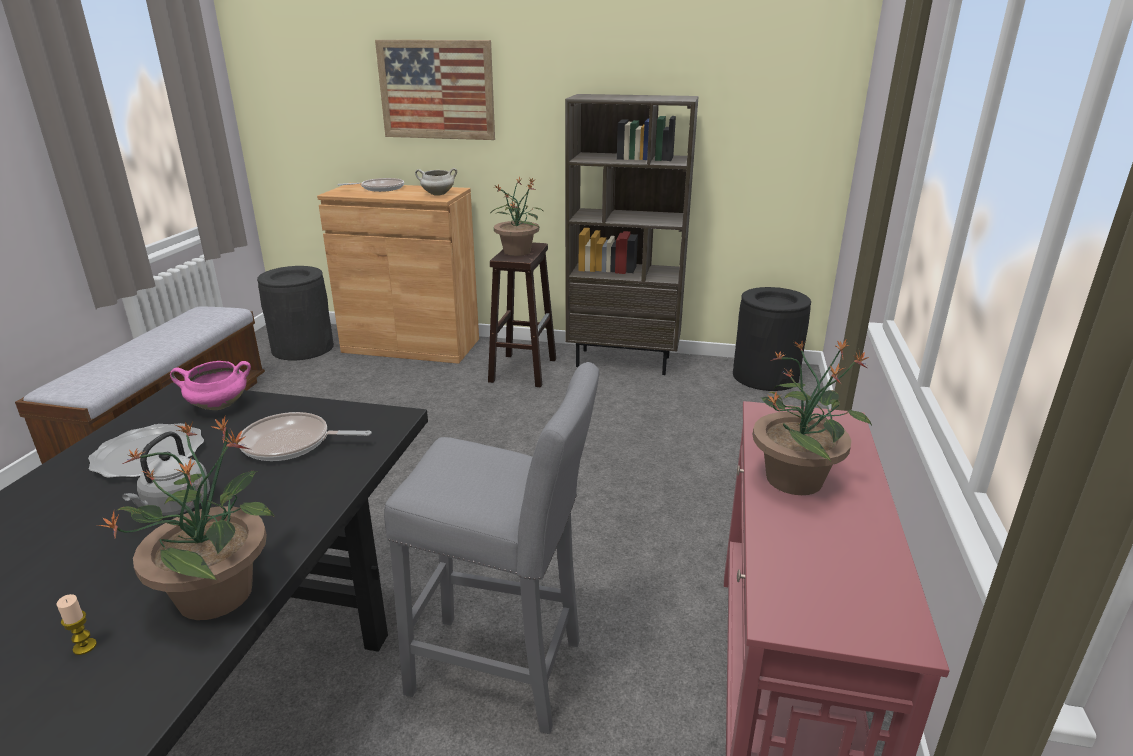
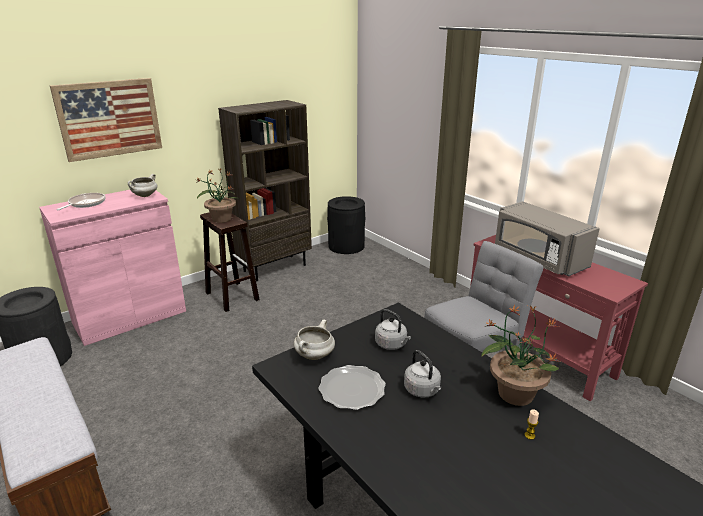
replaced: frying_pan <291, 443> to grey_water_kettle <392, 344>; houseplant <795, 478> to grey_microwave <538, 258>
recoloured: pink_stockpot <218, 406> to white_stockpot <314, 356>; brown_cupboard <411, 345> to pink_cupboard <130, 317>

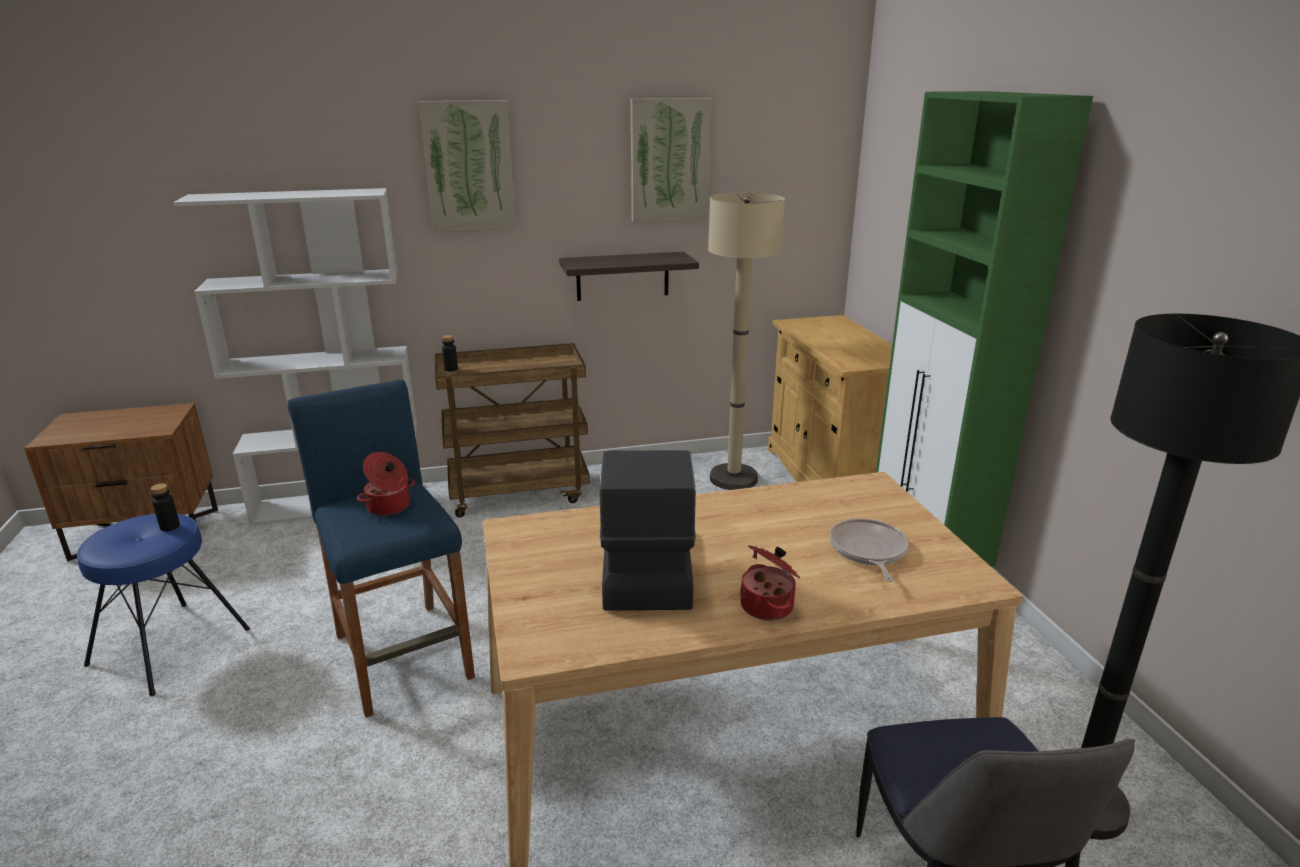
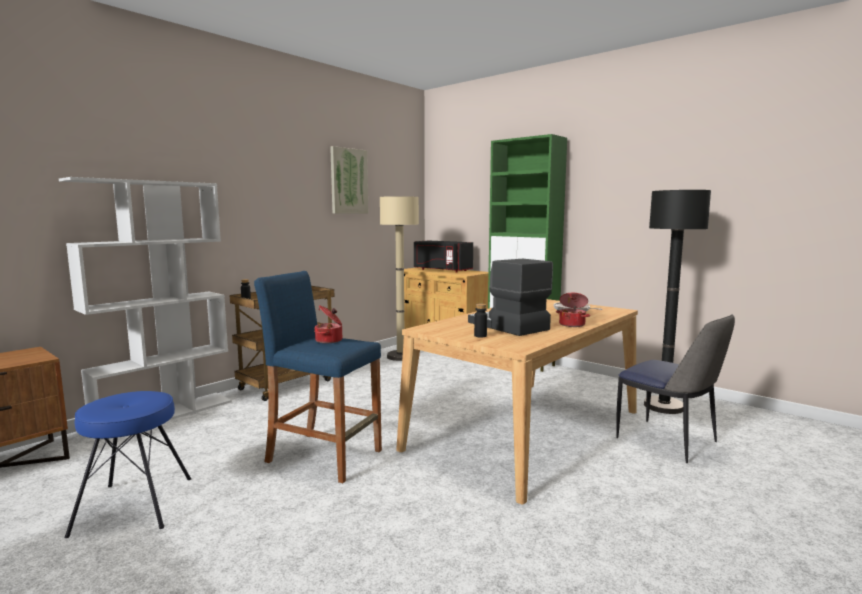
removed: wall_art <469, 166>; wall_shelf <622, 276>
added: black-coloured_microwave <441, 270>
moved: black-coloured_beverage_bottle <170, 526> to <480, 336>

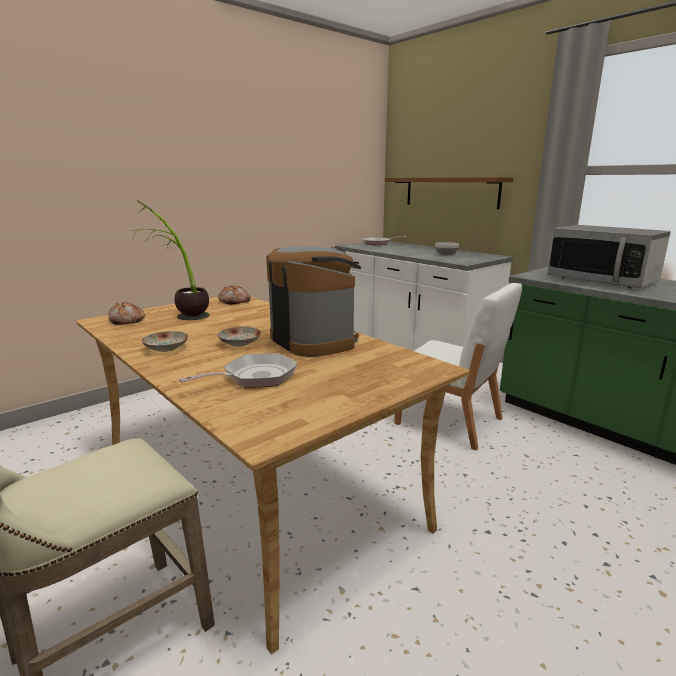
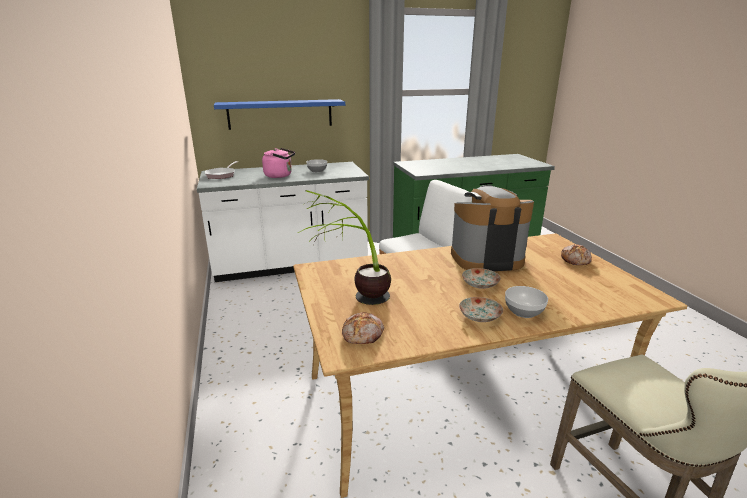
removed: frying_pan <255, 377>; microwave <601, 280>
added: pink_water_kettle <280, 175>; bowl <523, 311>
moved: bread <234, 301> to <575, 260>
recoloured: brown_wall_shelf <451, 192> to blue-coloured_wall_shelf <280, 114>

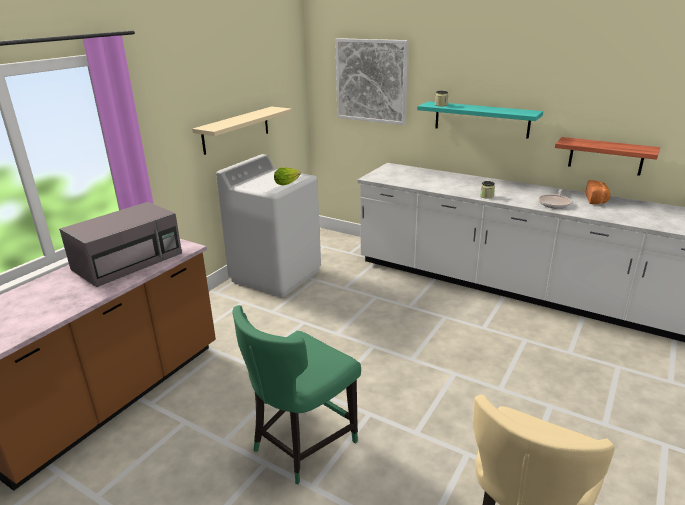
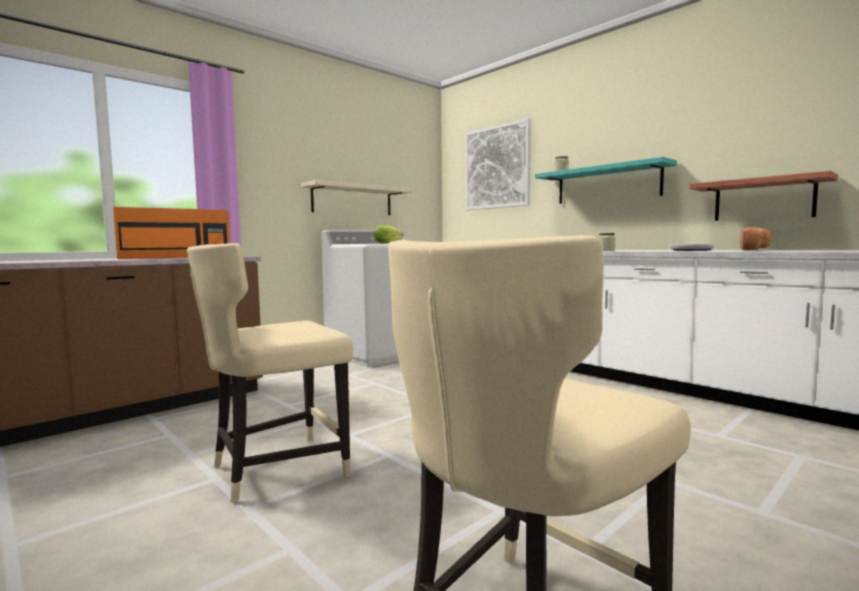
recoloured: grey_microwave <129, 260> to orangey_microwave <176, 257>; greenish_plain_chair <301, 444> to beige_plain_chair <276, 469>

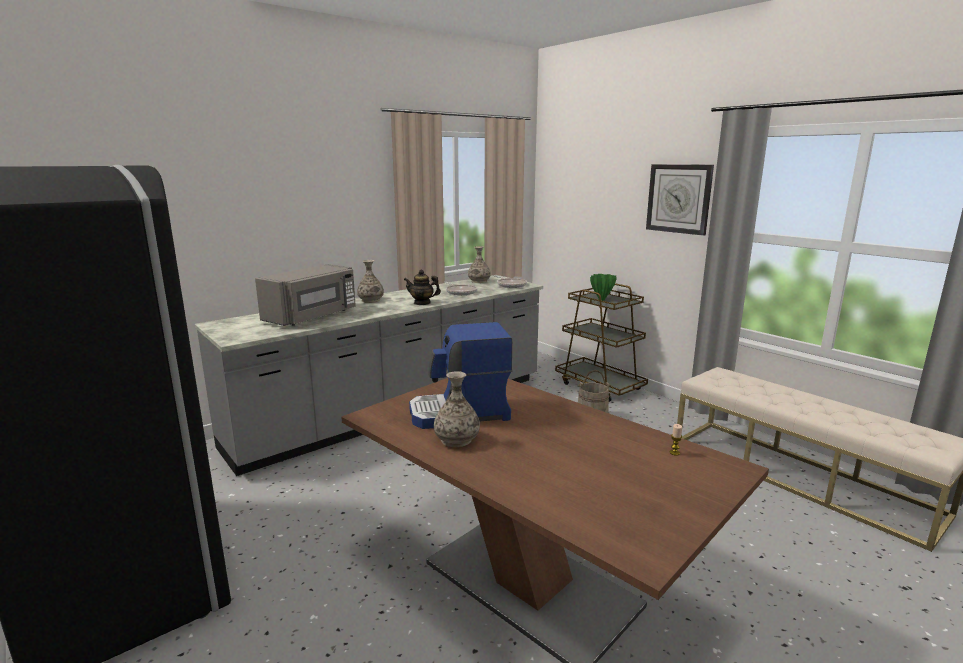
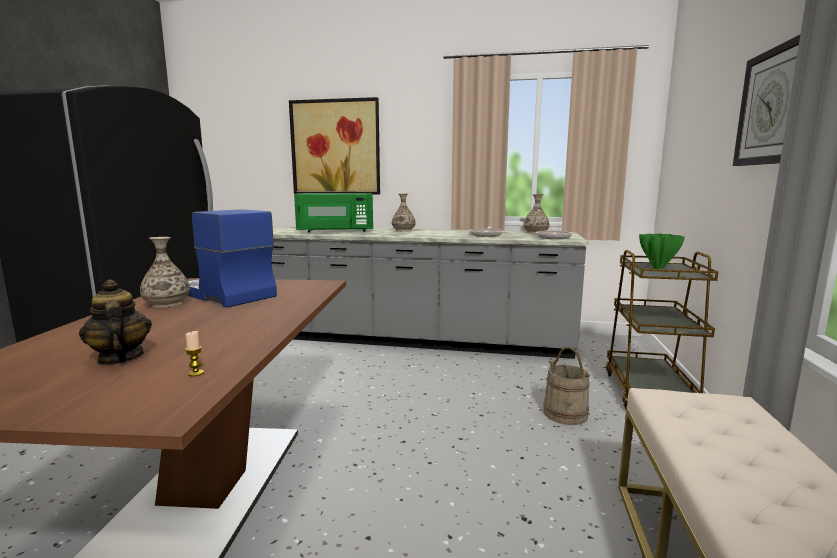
added: wall_art <335, 147>
moved: teapot <422, 303> to <120, 358>
recoloured: grey_microwave <312, 316> to greenish_microwave <335, 231>

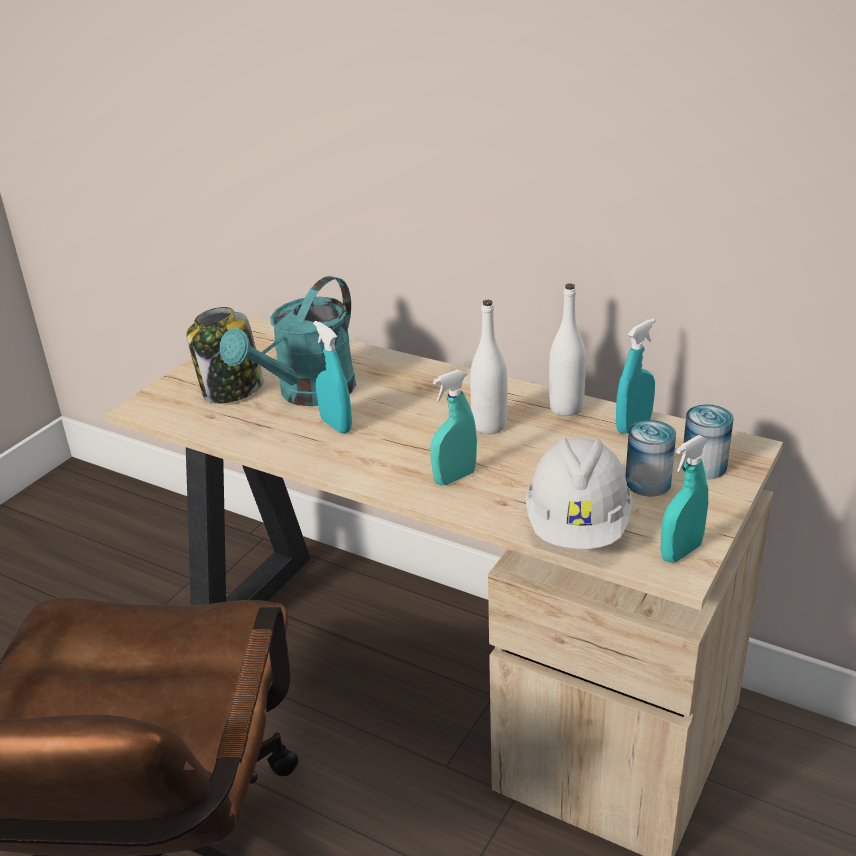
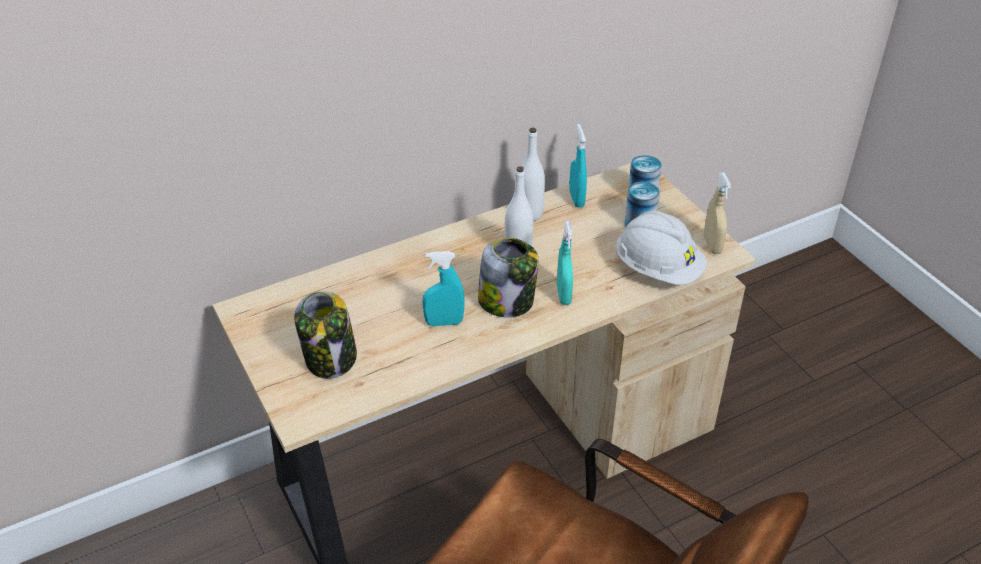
removed: turquoise_watering_pot <307, 394>
added: preserve_jar <507, 301>
recoloured: turquoise_spray_bottle <681, 552> to beige_spray_bottle <712, 245>

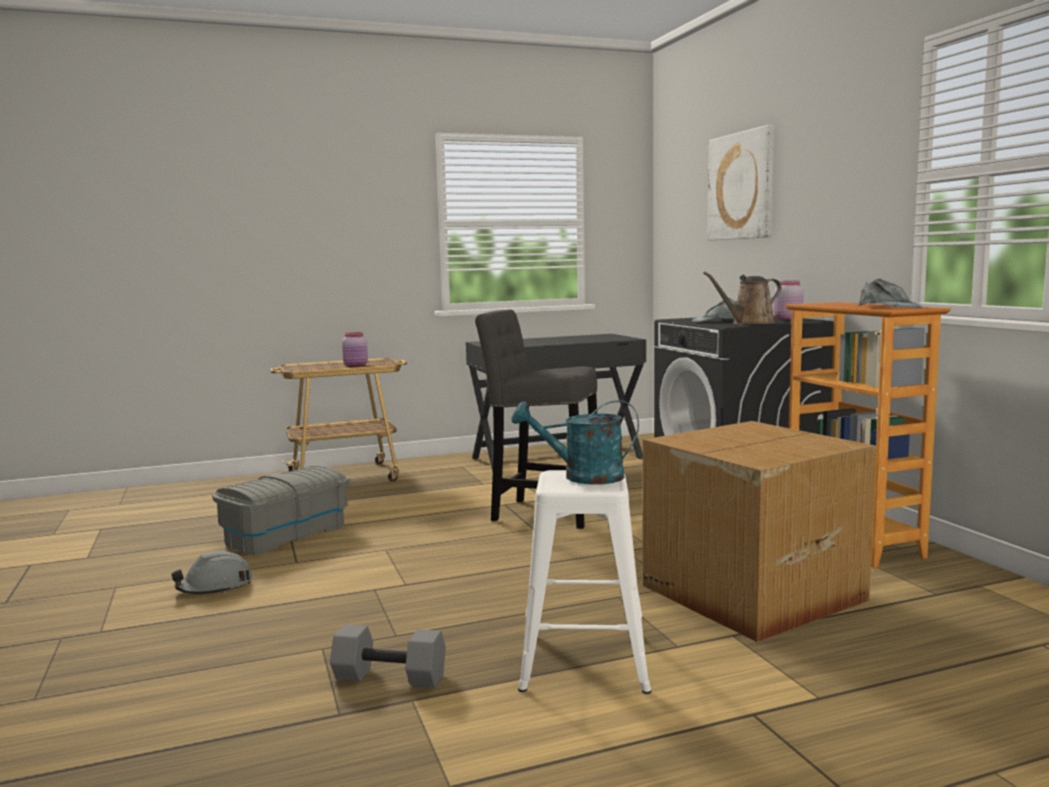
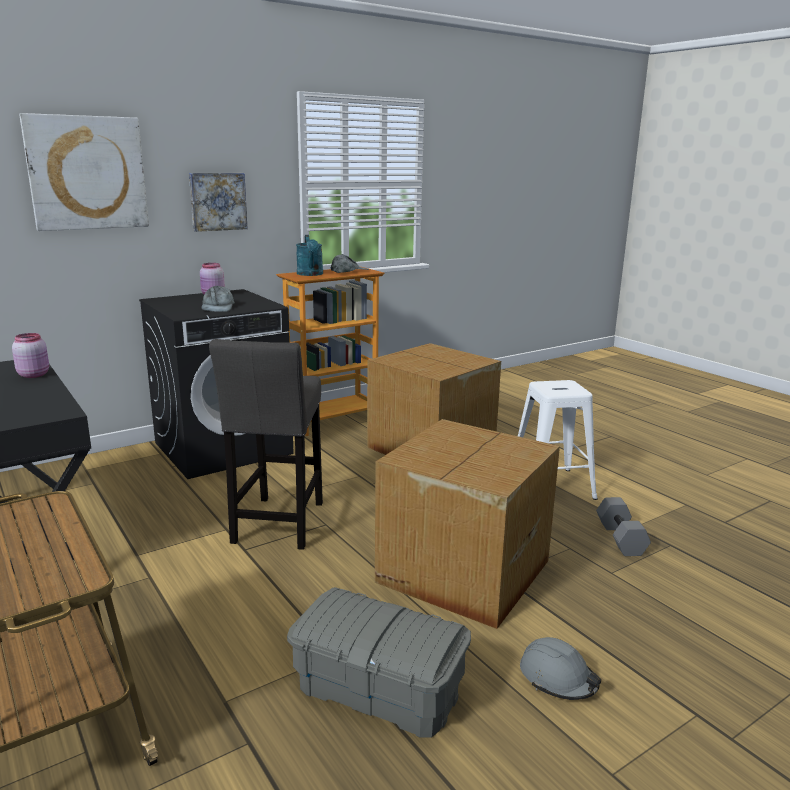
removed: brown_watering_pot <749, 323>
added: wall_art <217, 201>; cardboard_box <461, 572>
moved: pink_preserve_jar <356, 366> to <34, 374>; turquoise_watering_pot <582, 477> to <310, 274>

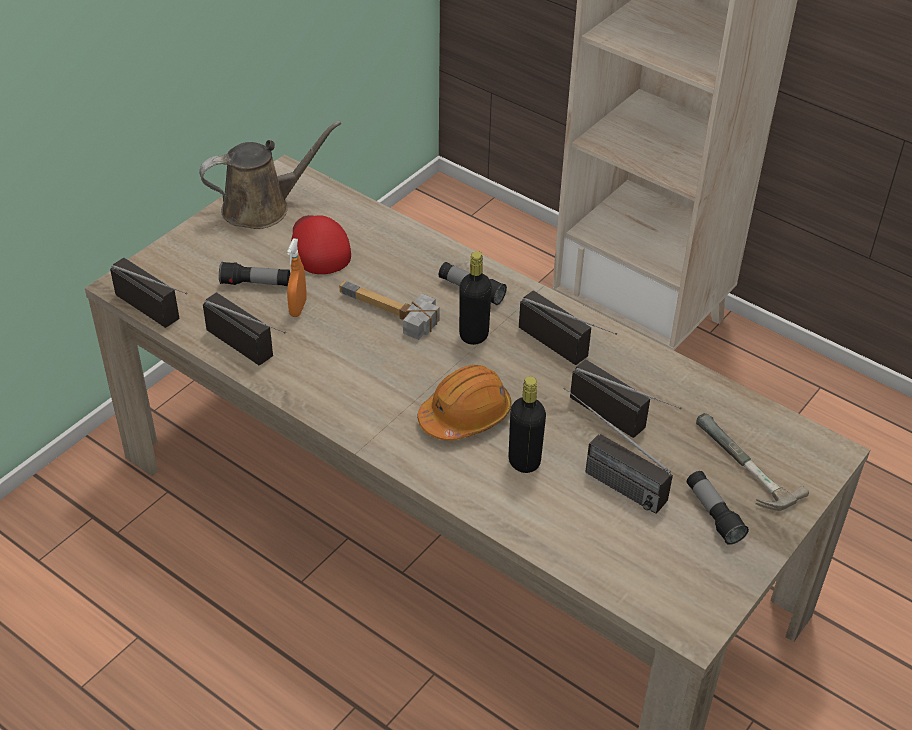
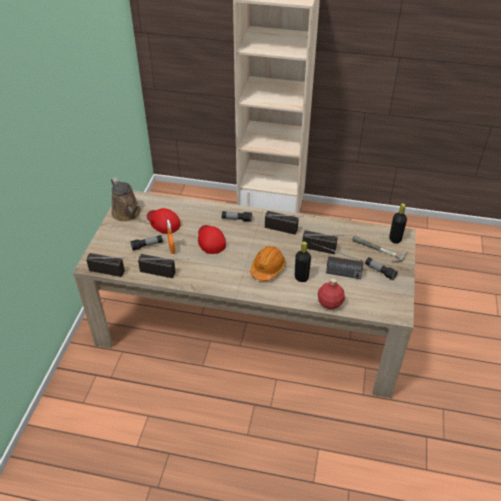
added: red_beverage_bottle <330, 303>
moved: black-coloured_beverage_bottle <473, 335> to <395, 239>
replaced: tool_hammer <388, 315> to red_peaked_cap <210, 240>
turned: brown_watering_pot <262, 207> = <127, 213> 105 degrees clockwise

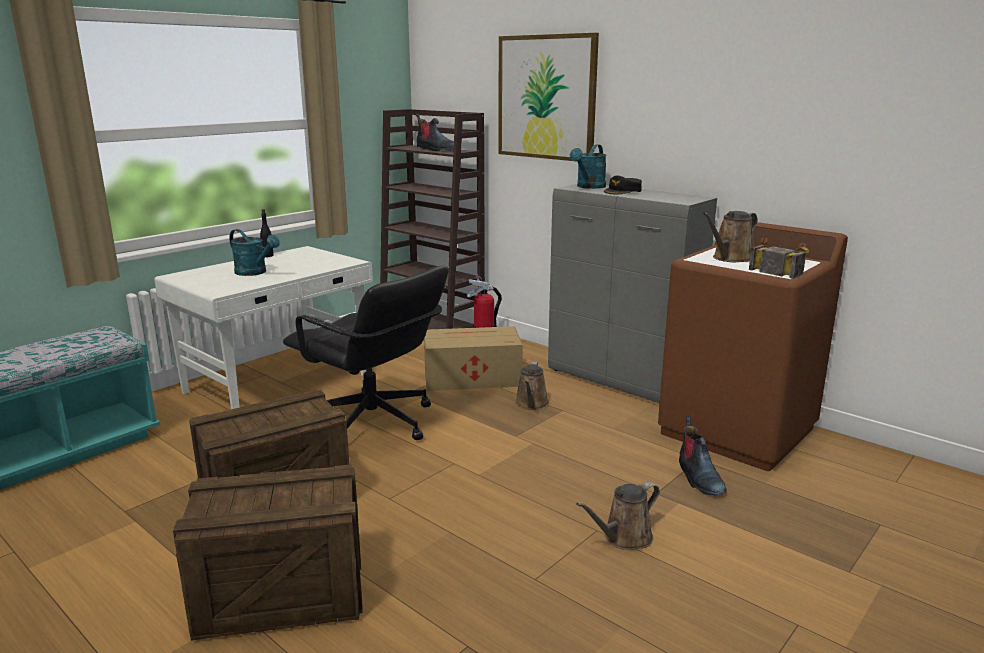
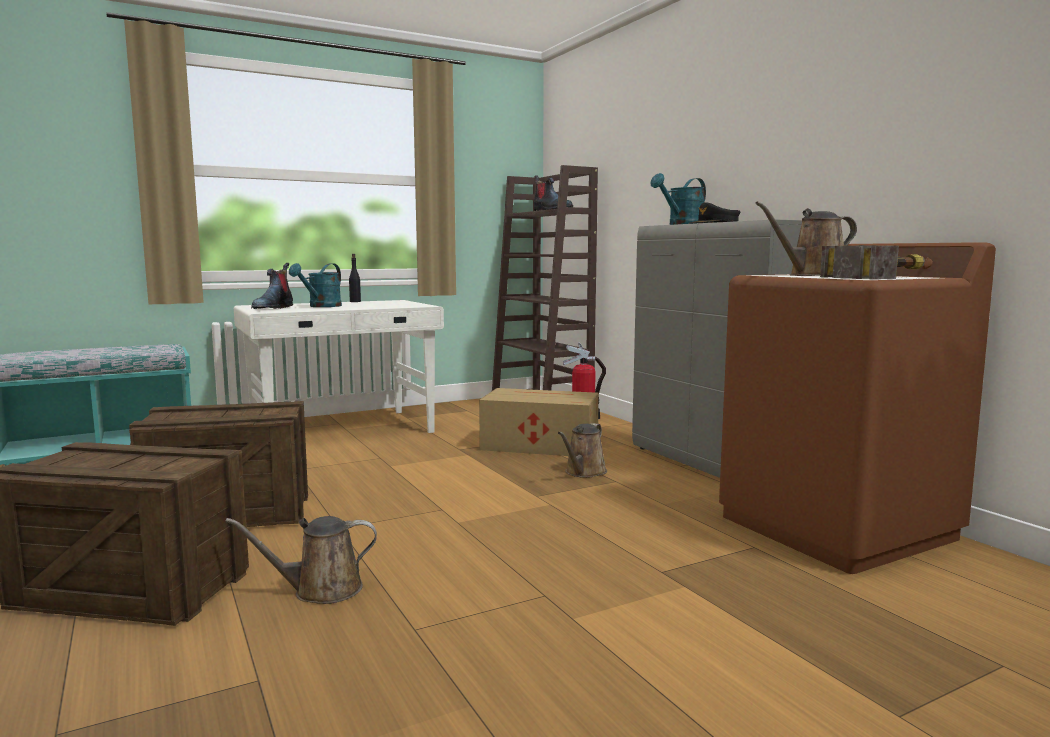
removed: black-coloured_desk_chair <373, 423>; wall_art <546, 97>
moved: brown_watering_pot <624, 538> to <320, 590>; tall_boot <699, 478> to <272, 308>
turned: turquoise_watering_pot <255, 272> = <321, 306> 60 degrees clockwise

